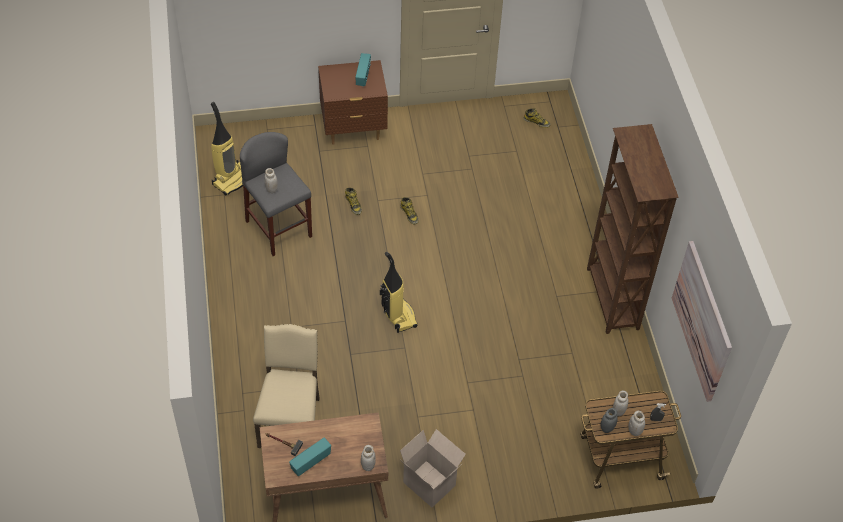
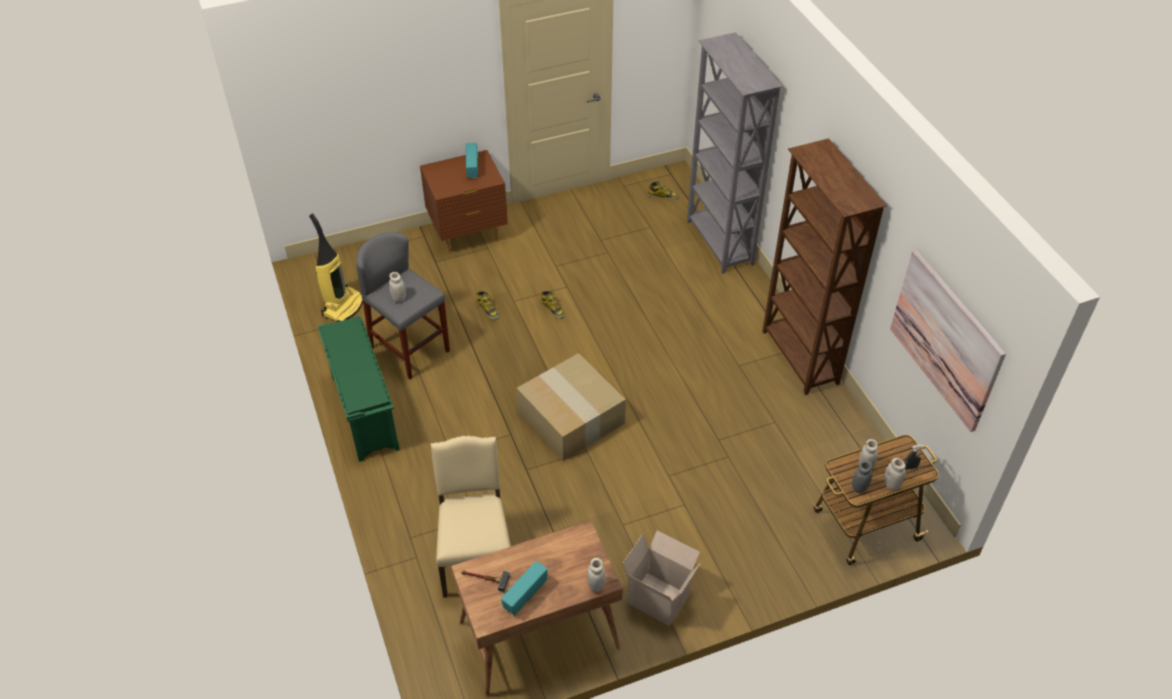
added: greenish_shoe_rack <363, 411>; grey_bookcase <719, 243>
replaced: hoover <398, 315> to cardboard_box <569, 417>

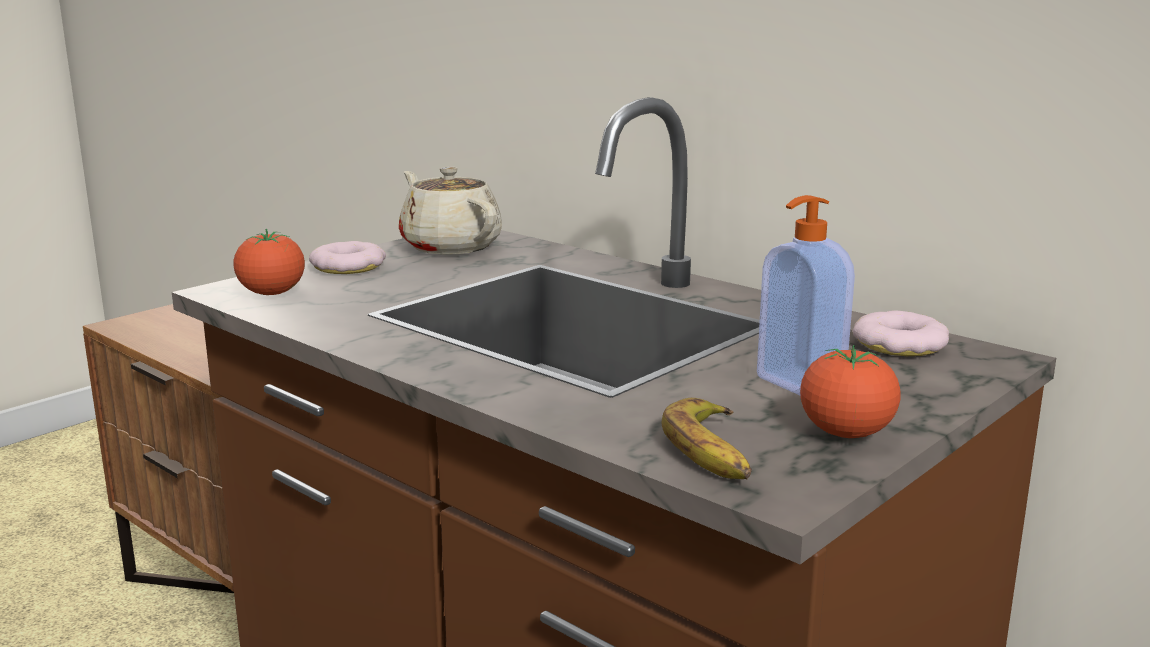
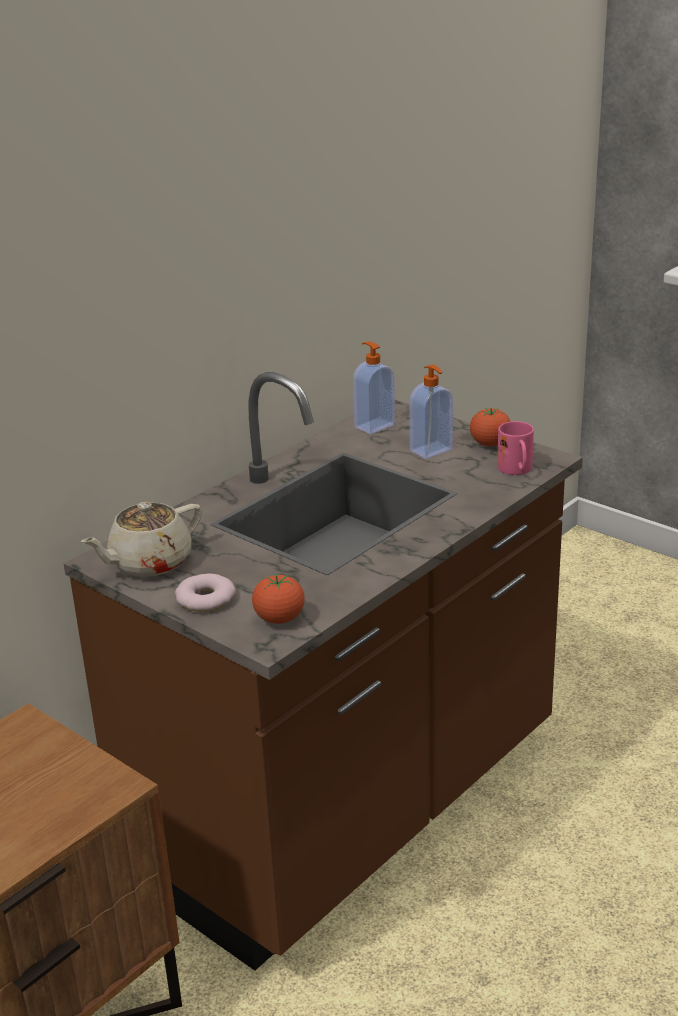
replaced: banana <712, 452> to pink_coffee_mug <517, 470>; ring_doughnut <900, 344> to soap_dispenser <374, 426>

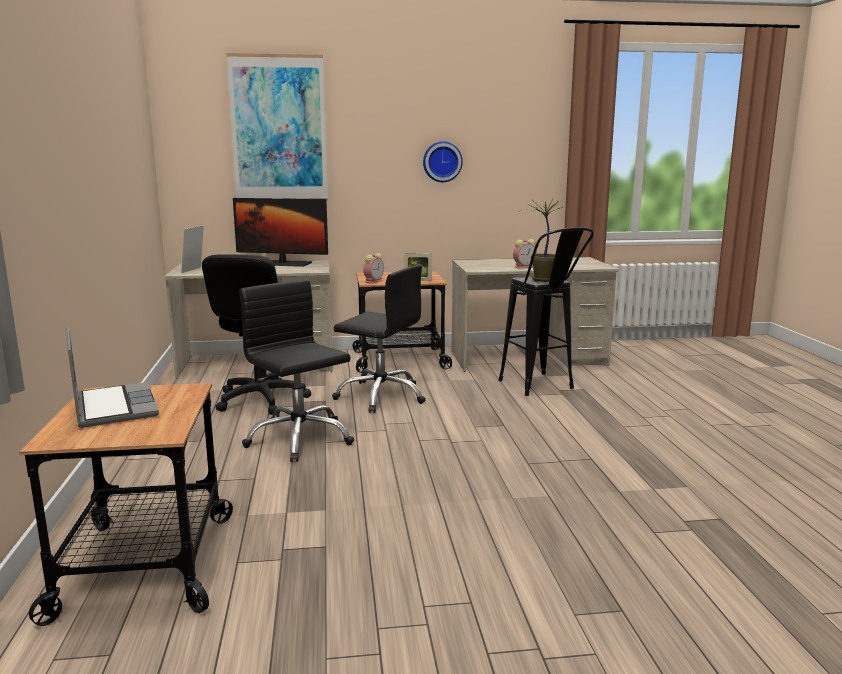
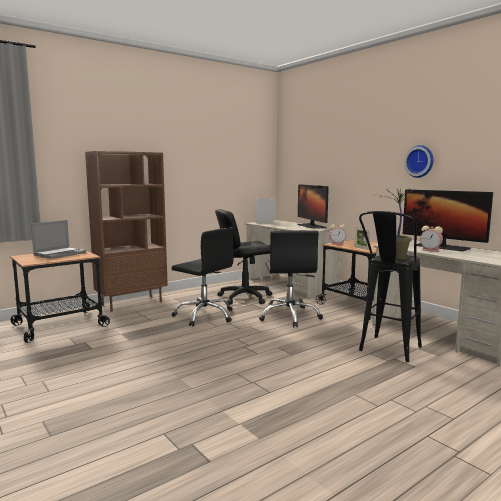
removed: wall_art <279, 129>
added: brown_bookcase <132, 303>; computer_screen <442, 247>
turned: black-coloured_desk_chair <299, 438> = <205, 316> 105 degrees clockwise

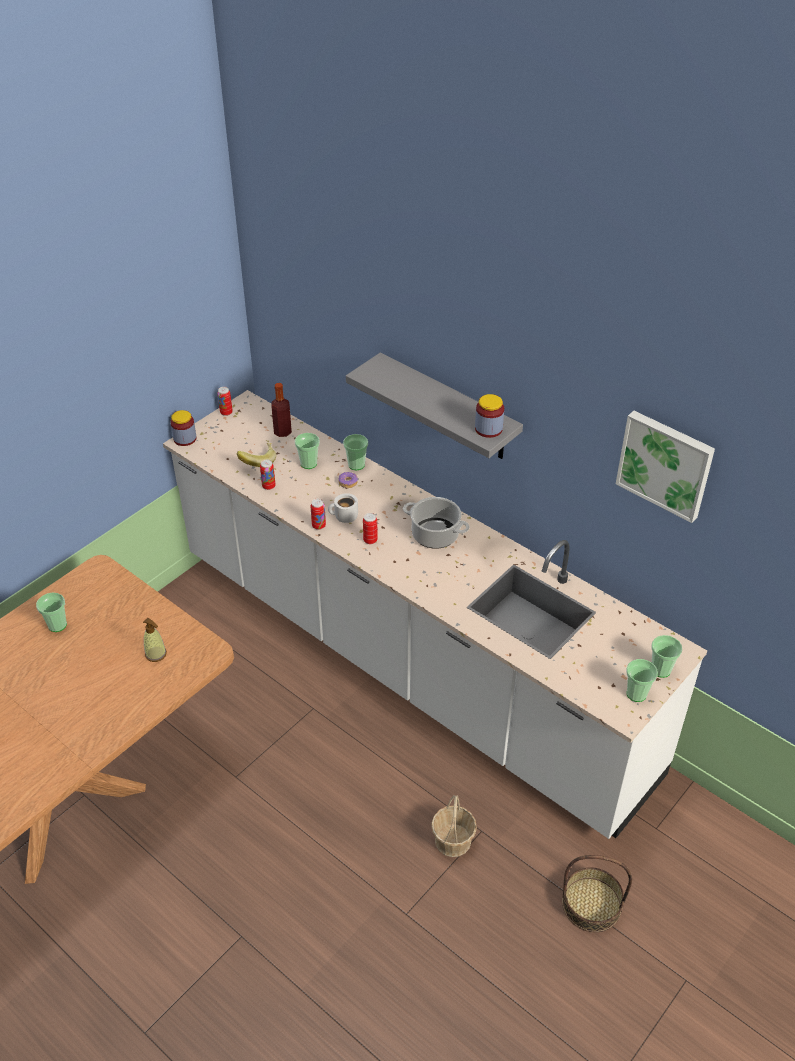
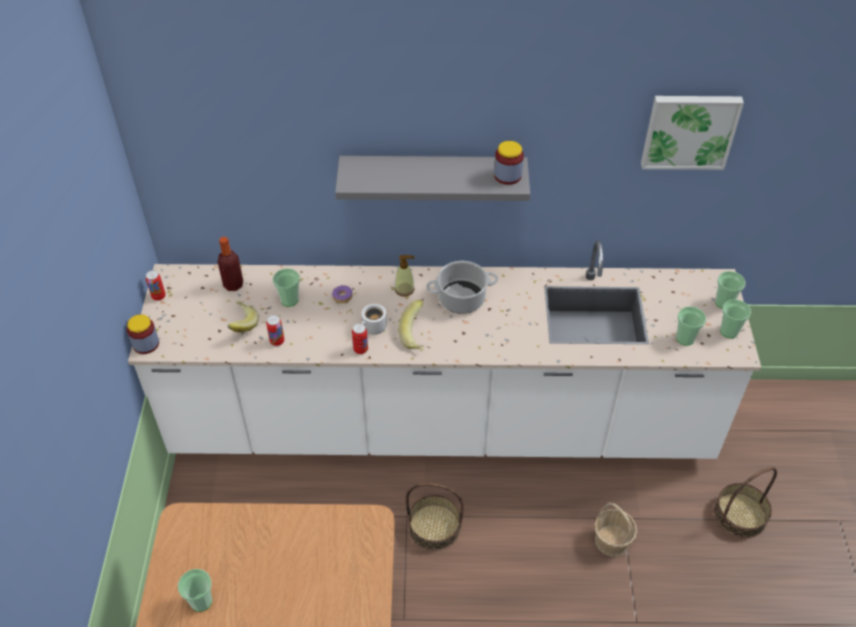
added: storage_basket <434, 527>
moved: soap_dispenser <156, 654> to <404, 289>; small_cup <356, 465> to <685, 338>
replaced: metal_can <370, 540> to banana <416, 335>

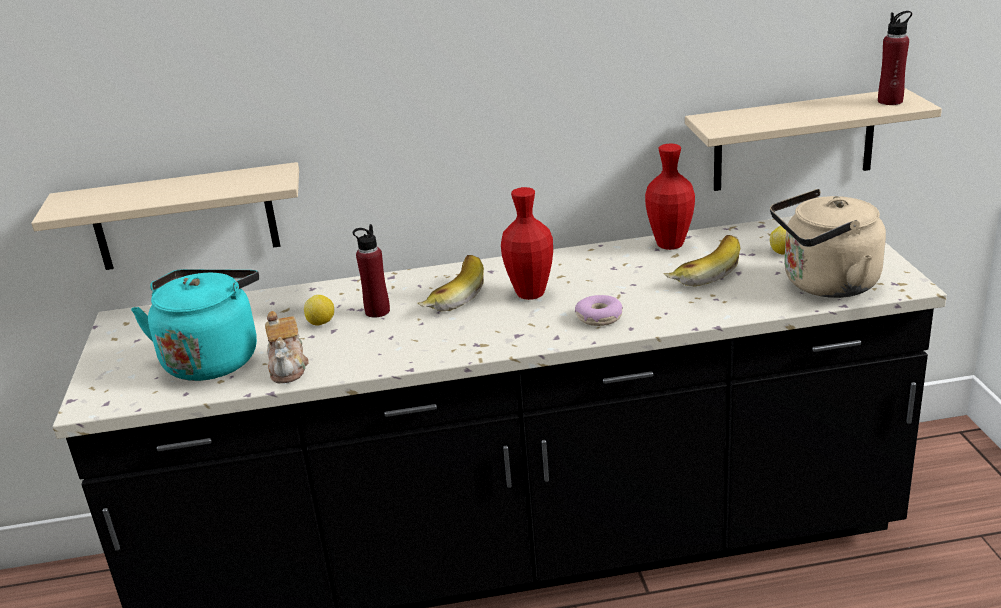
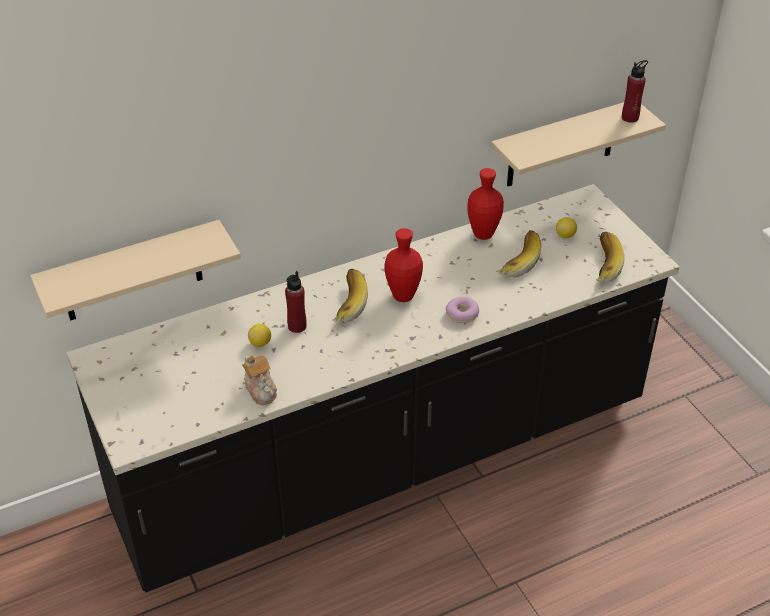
removed: turquoise_water_kettle <213, 358>
replaced: beige_water_kettle <825, 285> to banana <601, 265>

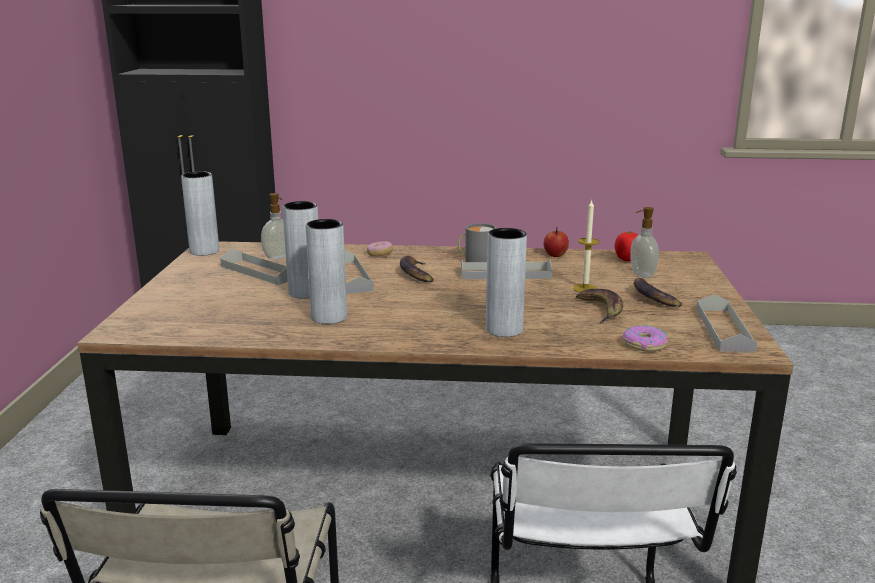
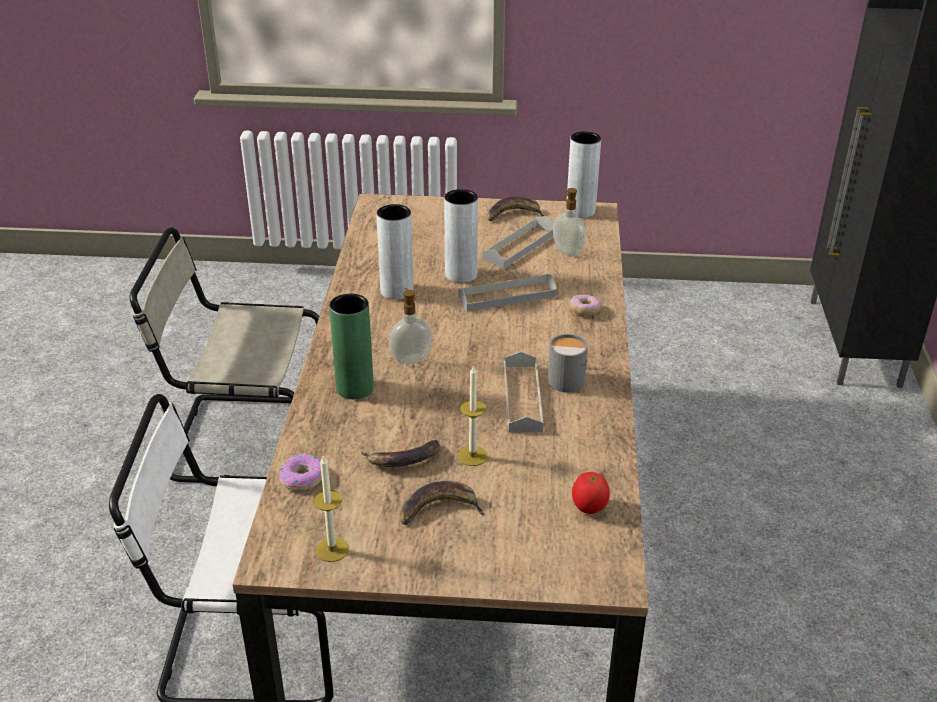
removed: whole_apple <555, 255>
moved: banana <416, 274> to <514, 215>; soap_dispenser <641, 275> to <411, 358>
replaced: grey_tray <724, 330> to candle <332, 549>
recoloured: grey_decorative_vase <504, 330> to greenish_decorative_vase <355, 388>

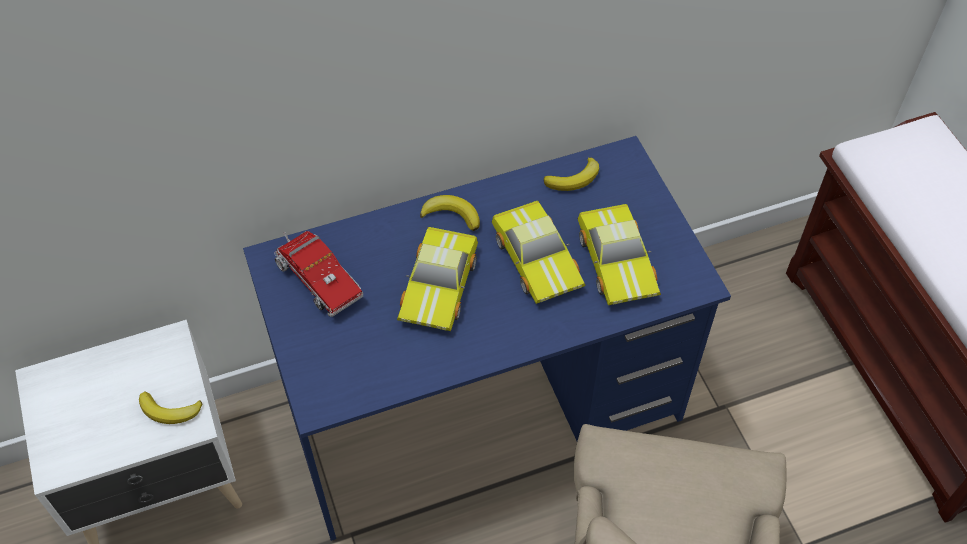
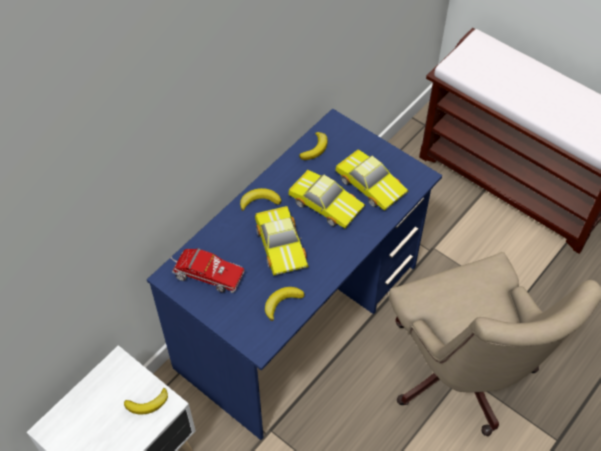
added: banana <282, 303>

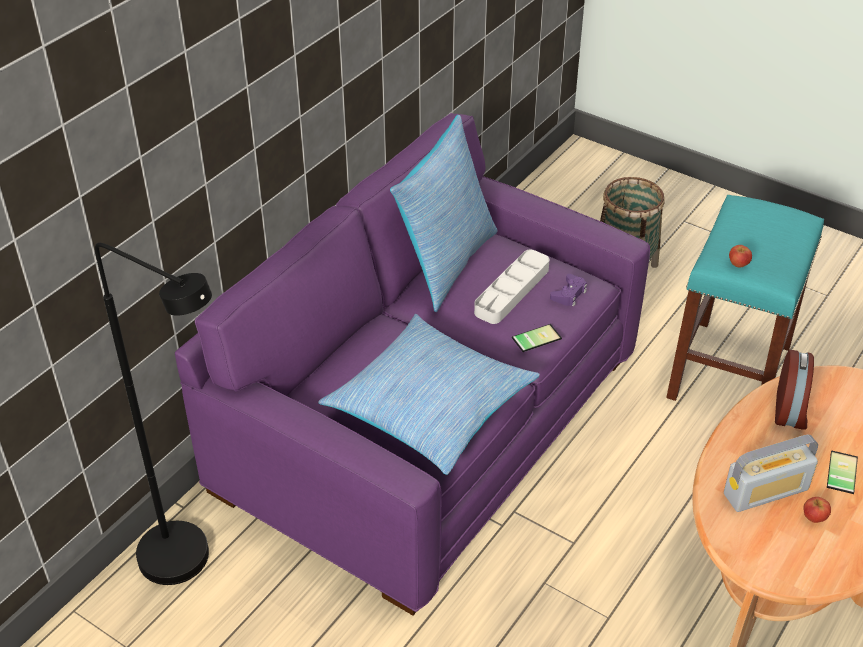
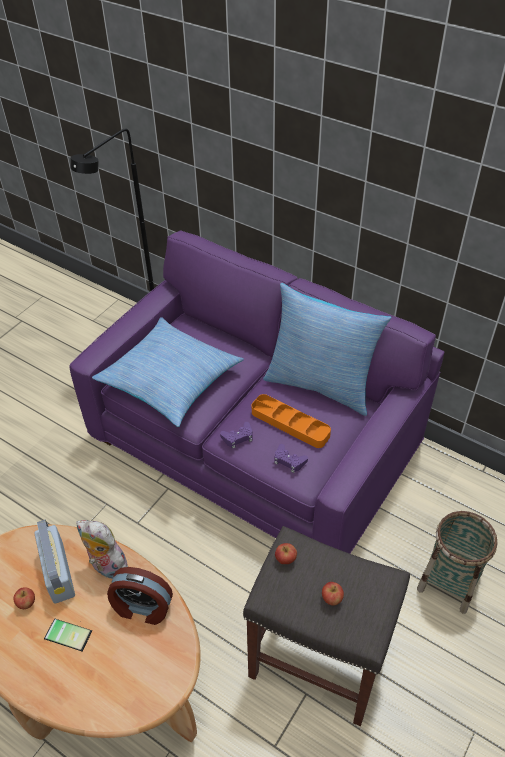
added: plush_toy <106, 566>; whole_apple <331, 598>
replaced: phone <535, 336> to purplish_joypad <238, 437>
recoloured: grey_tray <512, 291> to orangey_tray <290, 424>; turquoise_stool_seat <729, 370> to grey_stool_seat <321, 659>

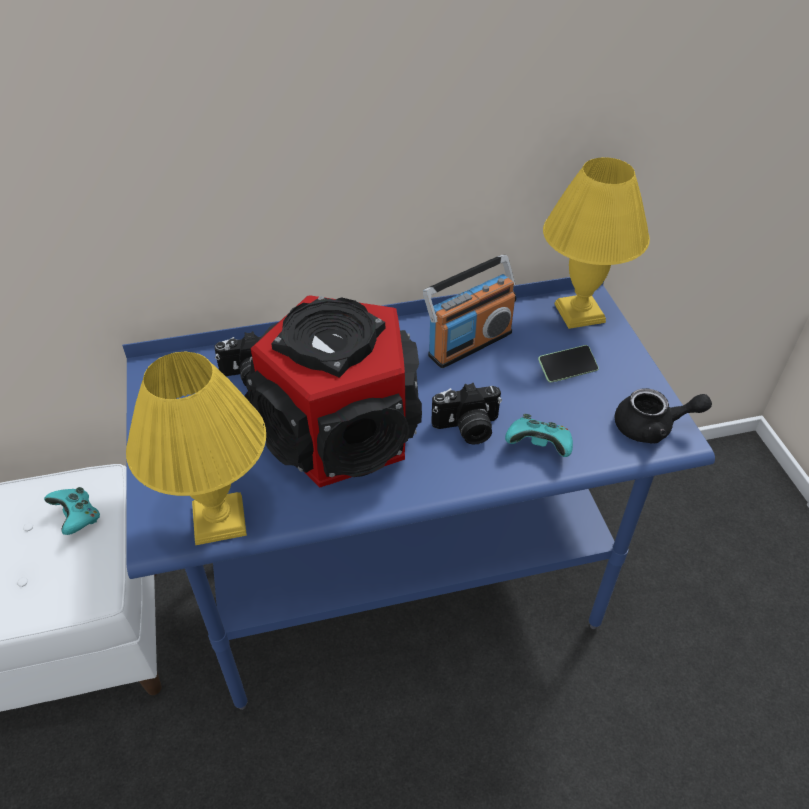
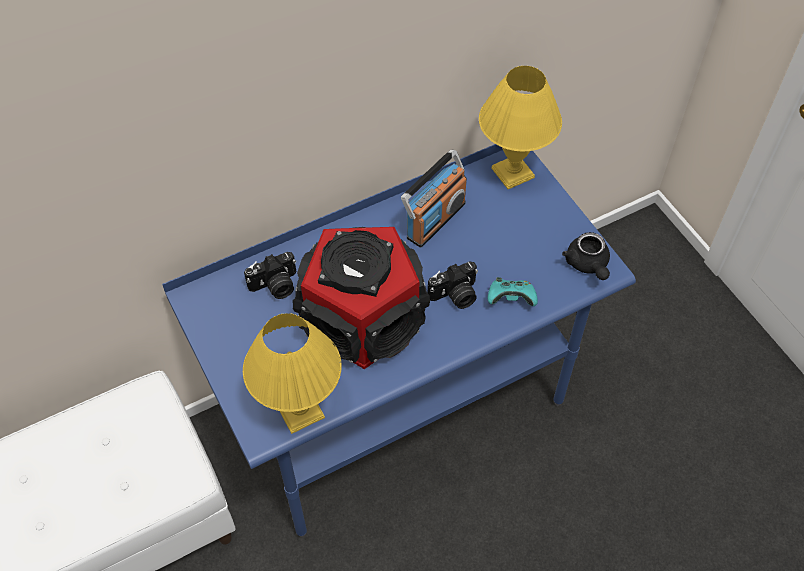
removed: turquoise_joypad <78, 518>; phone <567, 370>
turned: black-coloured_teapot <652, 427> = <588, 265> 90 degrees clockwise

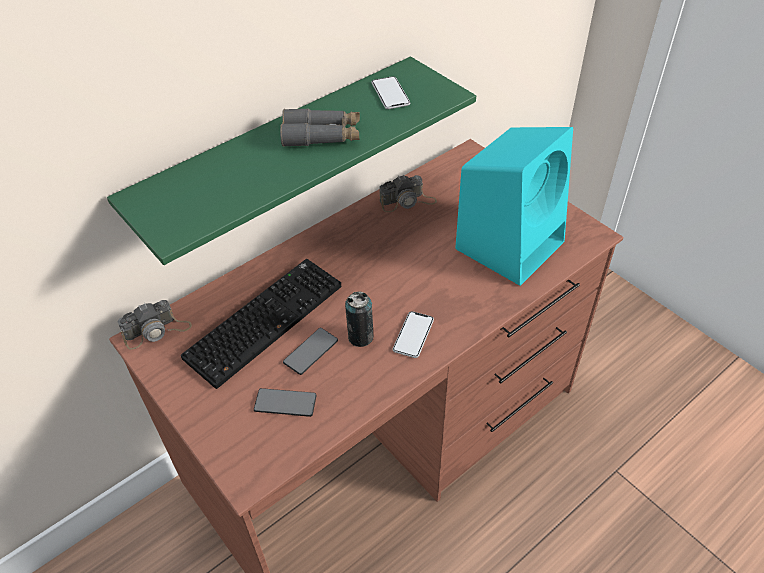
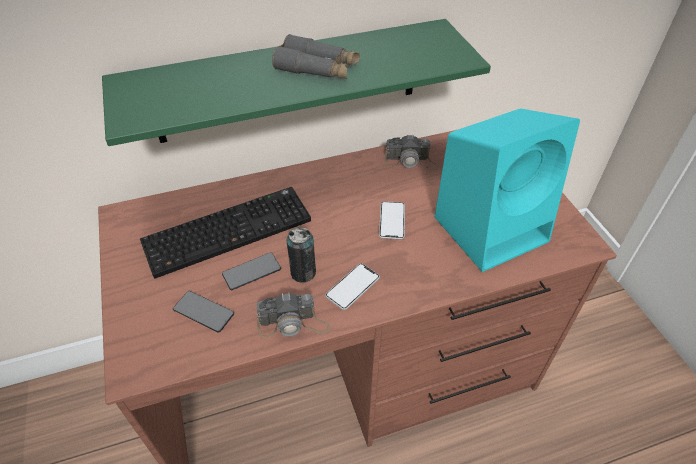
moved: photo_camera <157, 331> to <293, 323>; phone <390, 94> to <392, 221>

